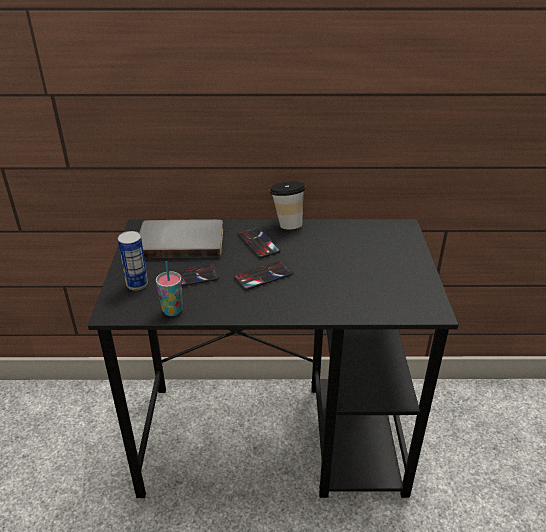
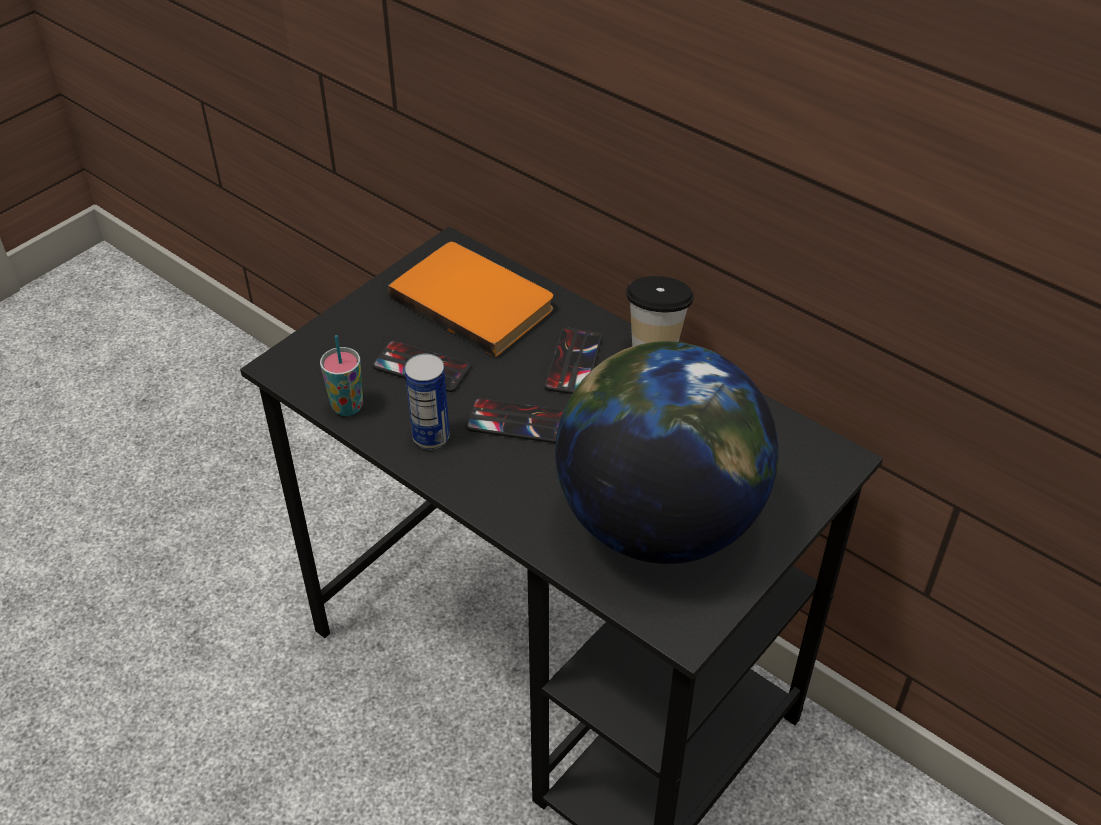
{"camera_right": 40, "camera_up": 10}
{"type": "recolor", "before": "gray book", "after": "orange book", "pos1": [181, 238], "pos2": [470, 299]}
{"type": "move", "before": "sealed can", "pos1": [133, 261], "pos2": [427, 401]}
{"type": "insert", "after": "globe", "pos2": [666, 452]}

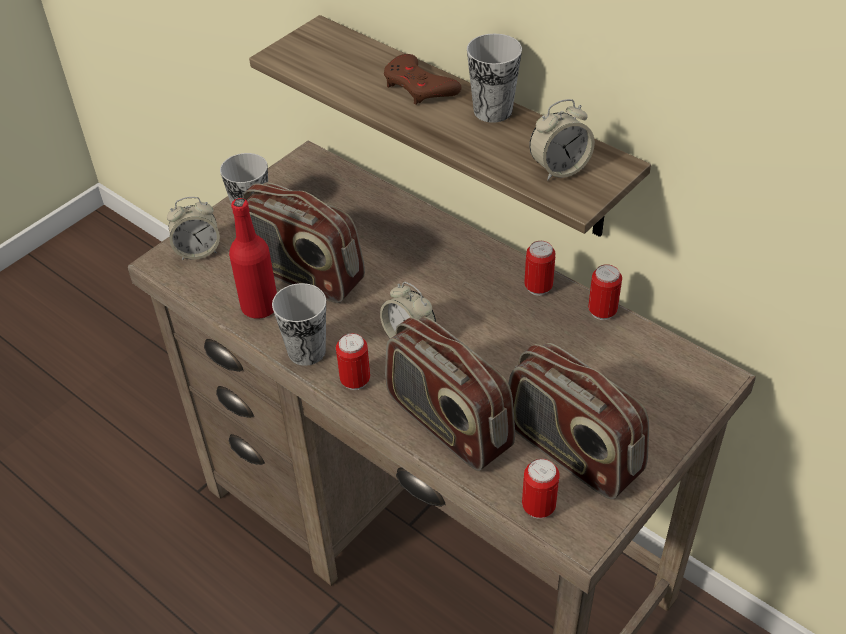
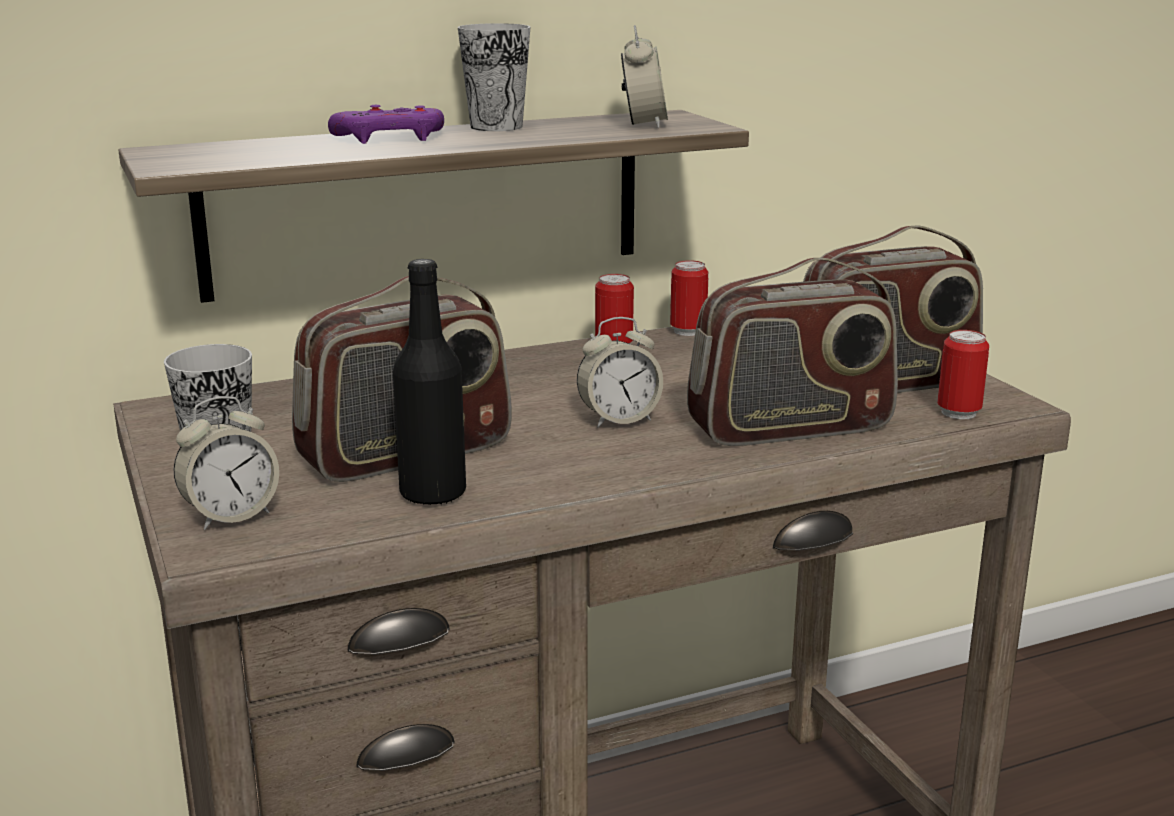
{"camera_right": -65, "camera_up": -25}
{"type": "recolor", "before": "brown-coloured game controller", "after": "purplish game controller", "pos1": [422, 79], "pos2": [386, 124]}
{"type": "rotate", "before": "table clock", "pos1": [193, 228], "pos2": [226, 463], "turn": 45}
{"type": "recolor", "before": "red-coloured beverage bottle", "after": "black-coloured beverage bottle", "pos1": [253, 258], "pos2": [429, 382]}
{"type": "delete", "before": "cup", "pos1": [299, 324]}
{"type": "delete", "before": "sealed can", "pos1": [353, 361]}

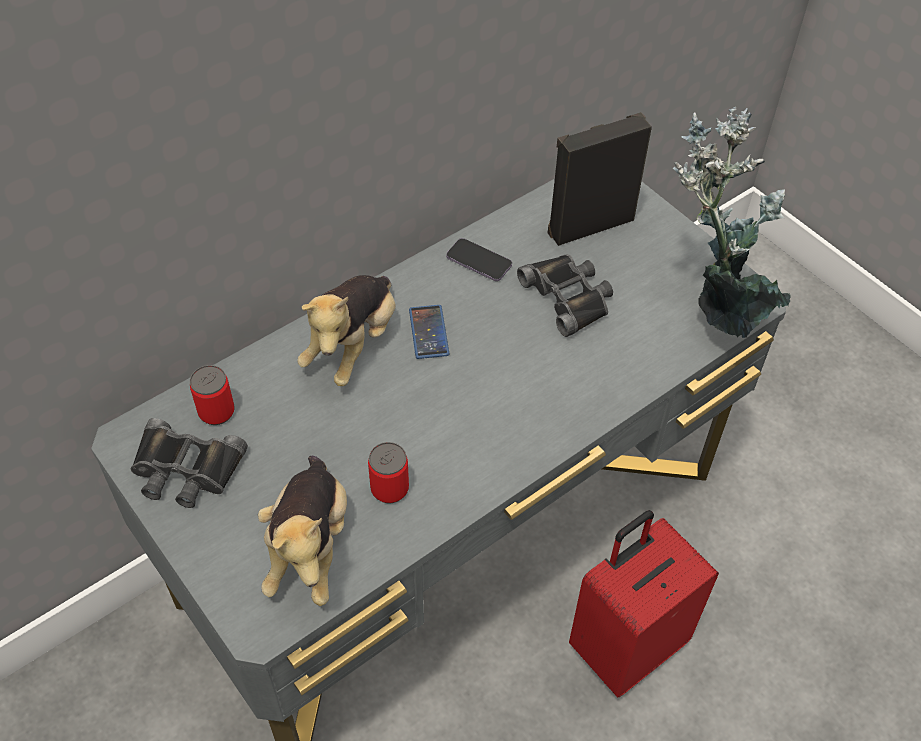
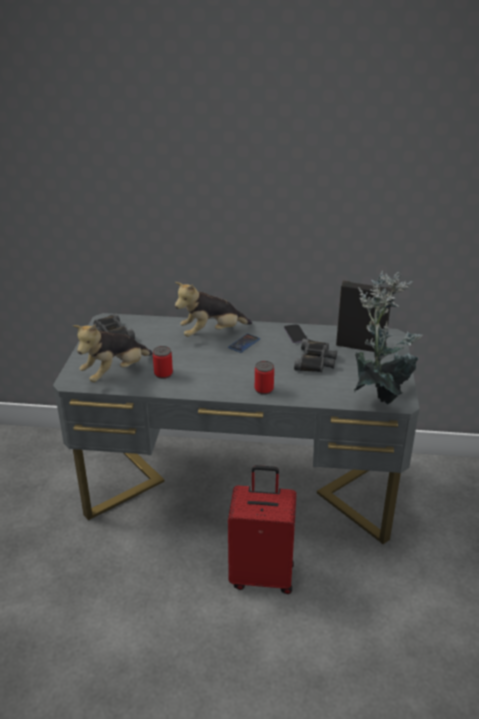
{"camera_right": 45, "camera_up": -20}
{"type": "move", "before": "sealed can", "pos1": [212, 395], "pos2": [264, 378]}

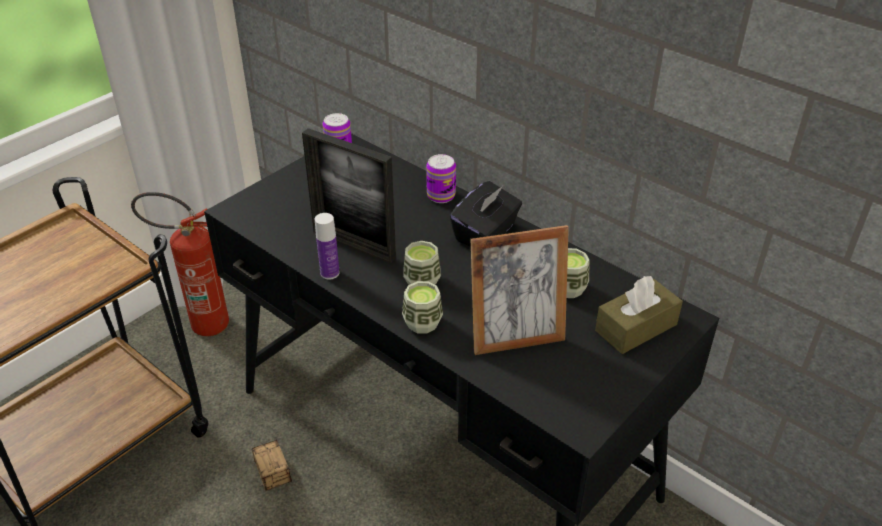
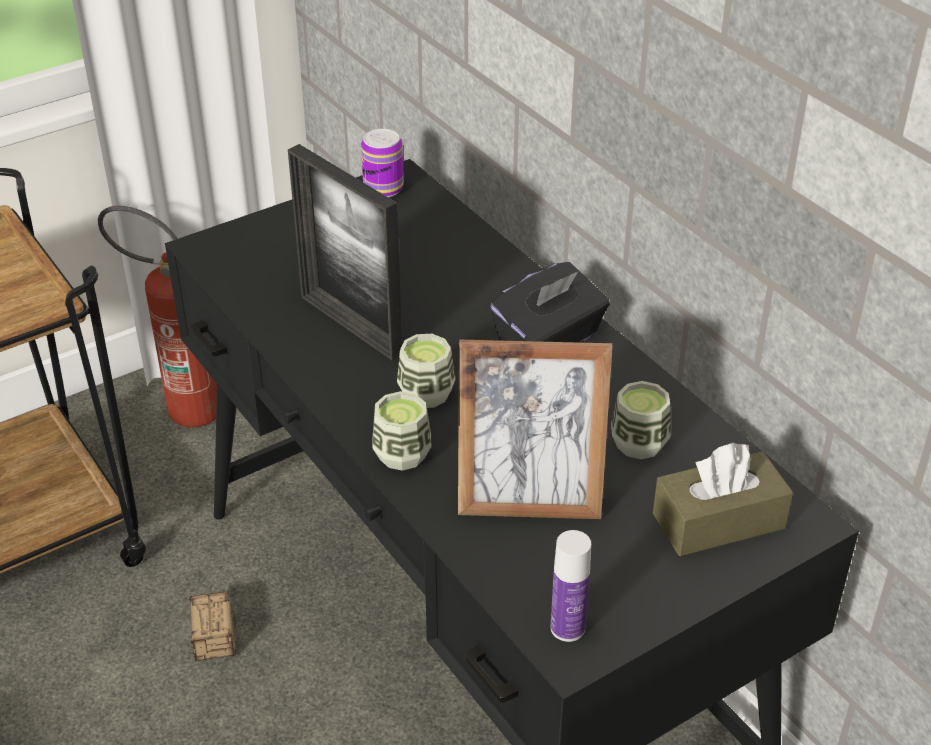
{"camera_right": 15, "camera_up": 0}
{"type": "delete", "before": "sealed can", "pos1": [441, 178]}
{"type": "move", "before": "beverage bottle", "pos1": [327, 246], "pos2": [570, 586]}

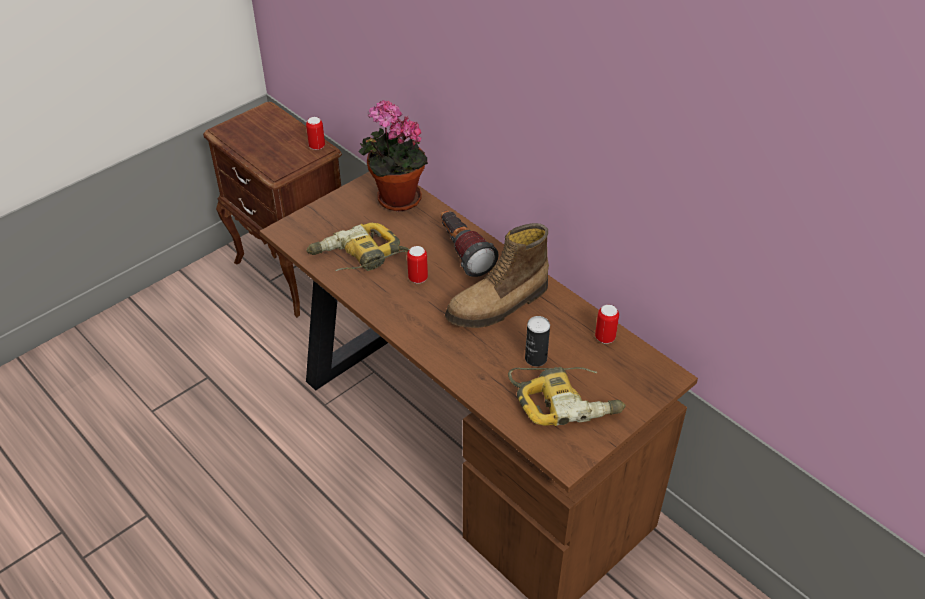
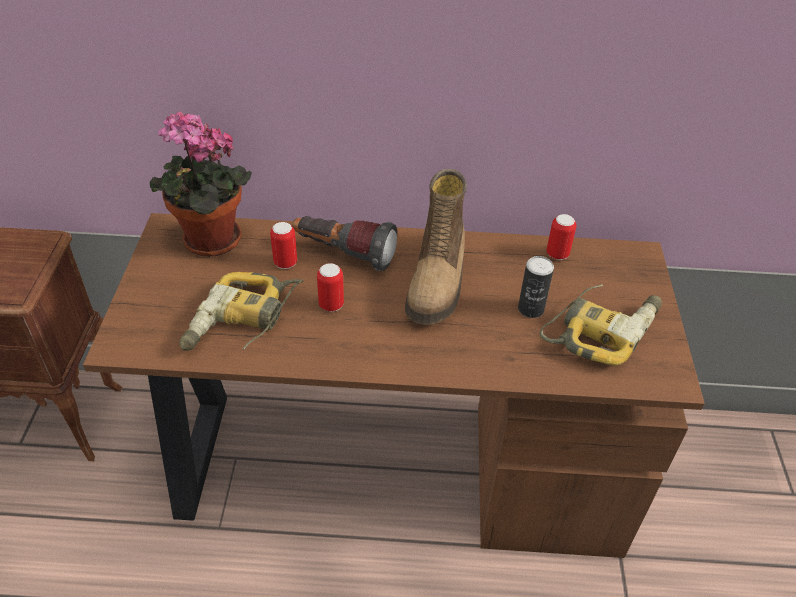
{"camera_right": -45, "camera_up": 0}
{"type": "move", "before": "sealed can", "pos1": [315, 133], "pos2": [283, 245]}

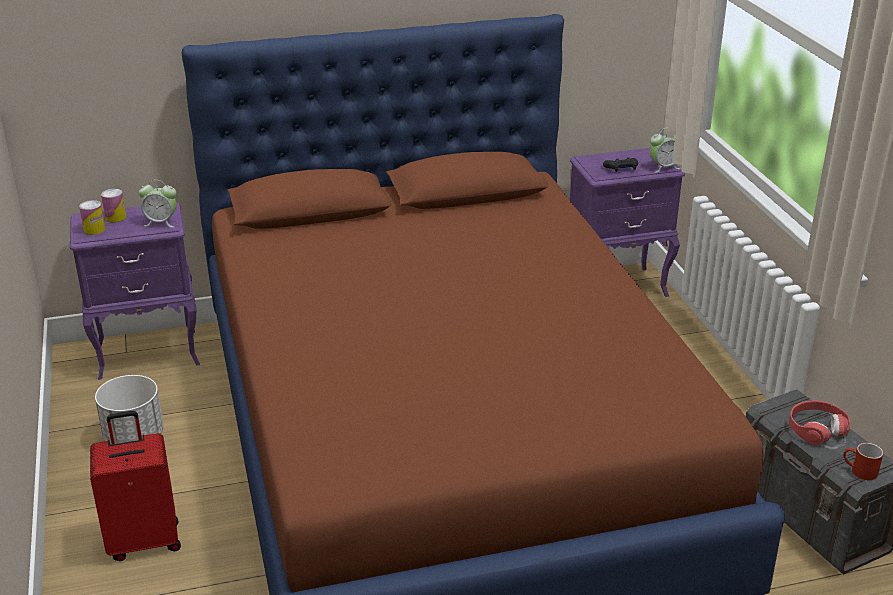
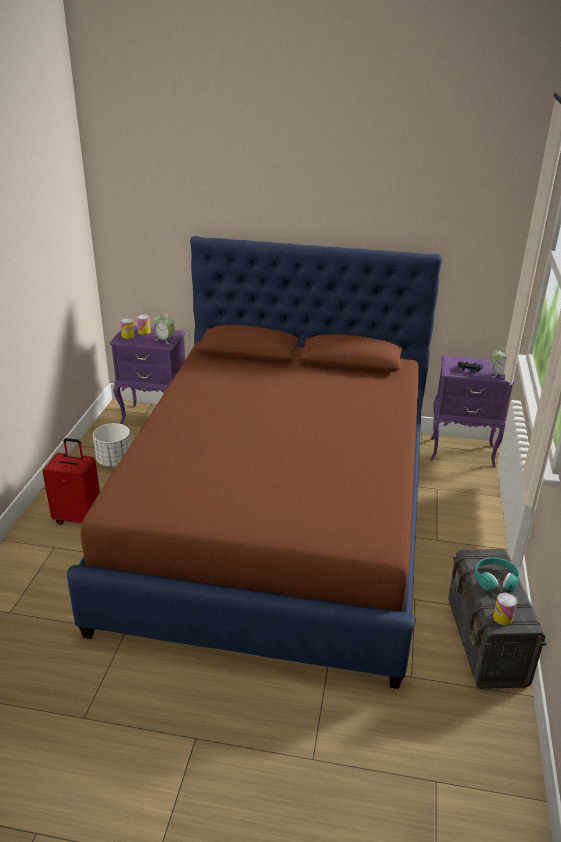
{"camera_right": 25, "camera_up": 0}
{"type": "recolor", "before": "red-coloured headphones", "after": "turquoise-coloured headphones", "pos1": [819, 423], "pos2": [497, 574]}
{"type": "replace", "before": "red-coloured coffee mug", "after": "sealed can", "pos1": [863, 461], "pos2": [505, 609]}

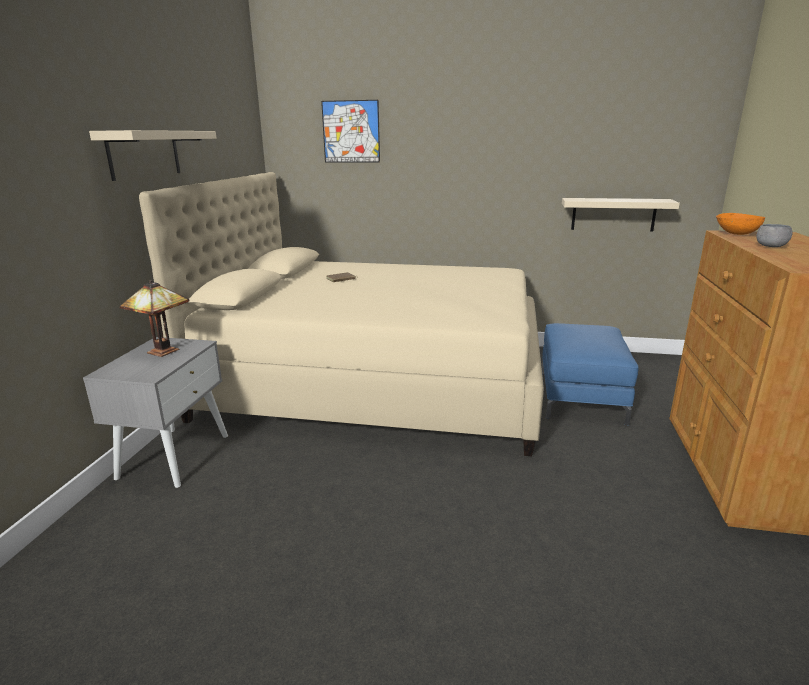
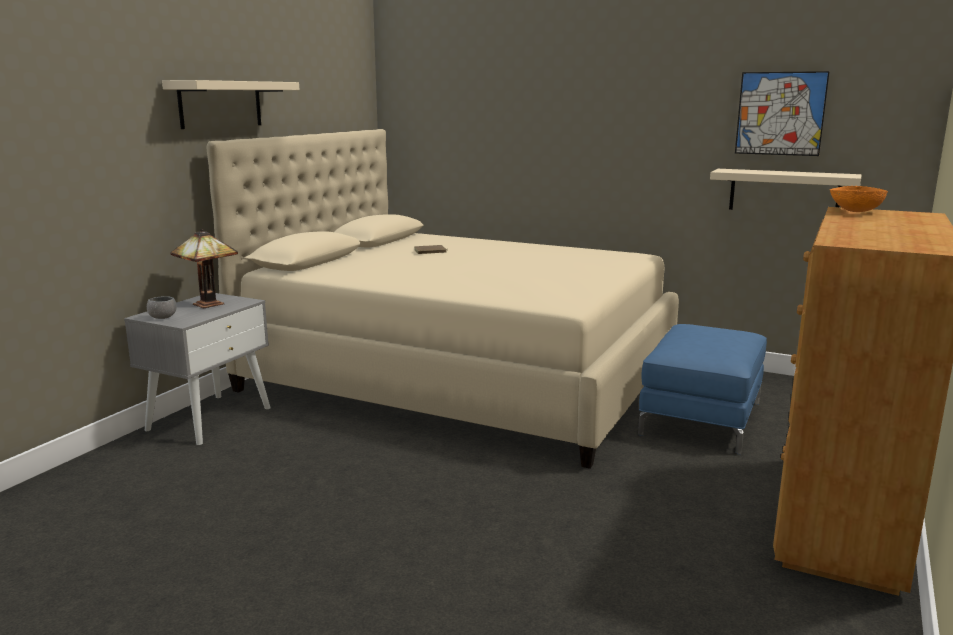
{"camera_right": 15, "camera_up": -5}
{"type": "move", "before": "wall picture", "pos1": [350, 131], "pos2": [782, 113]}
{"type": "move", "before": "gray bowl", "pos1": [774, 235], "pos2": [162, 307]}

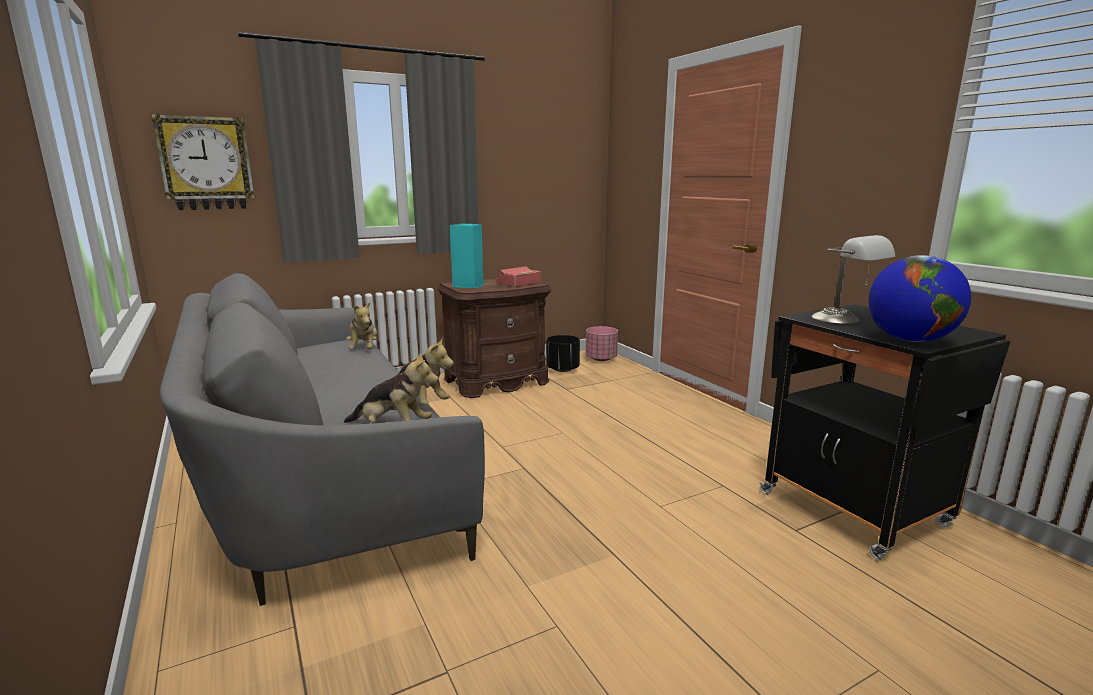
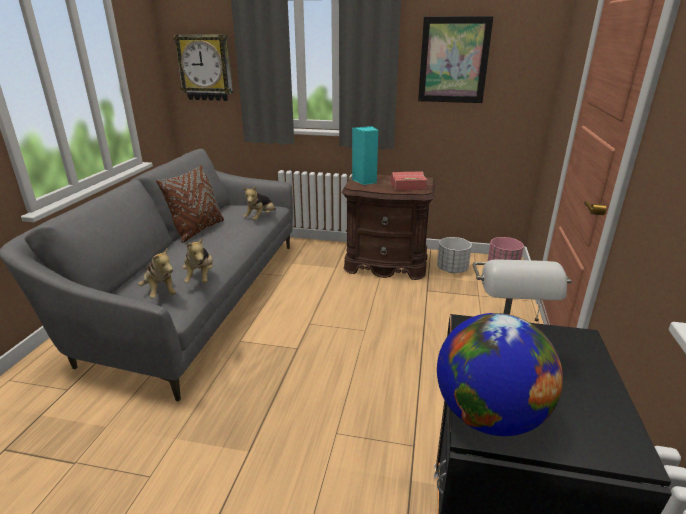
{"camera_right": 40, "camera_up": 10}
{"type": "recolor", "before": "black-coloured planter", "after": "white planter", "pos1": [563, 353], "pos2": [454, 255]}
{"type": "insert", "after": "wall picture", "pos2": [456, 59]}
{"type": "insert", "after": "brown-coloured cushion", "pos2": [190, 204]}

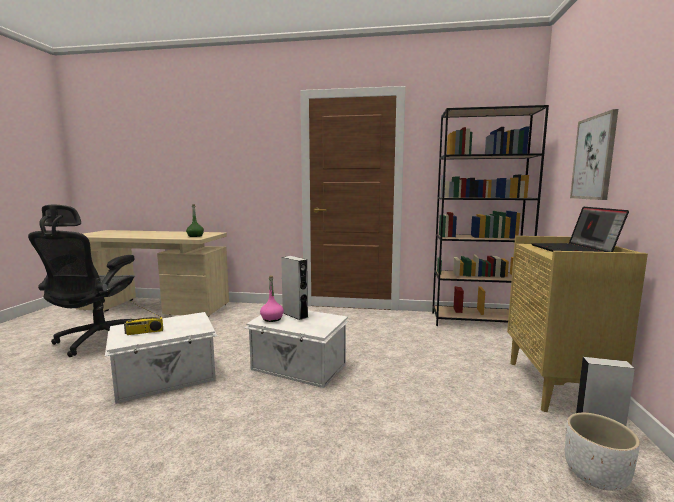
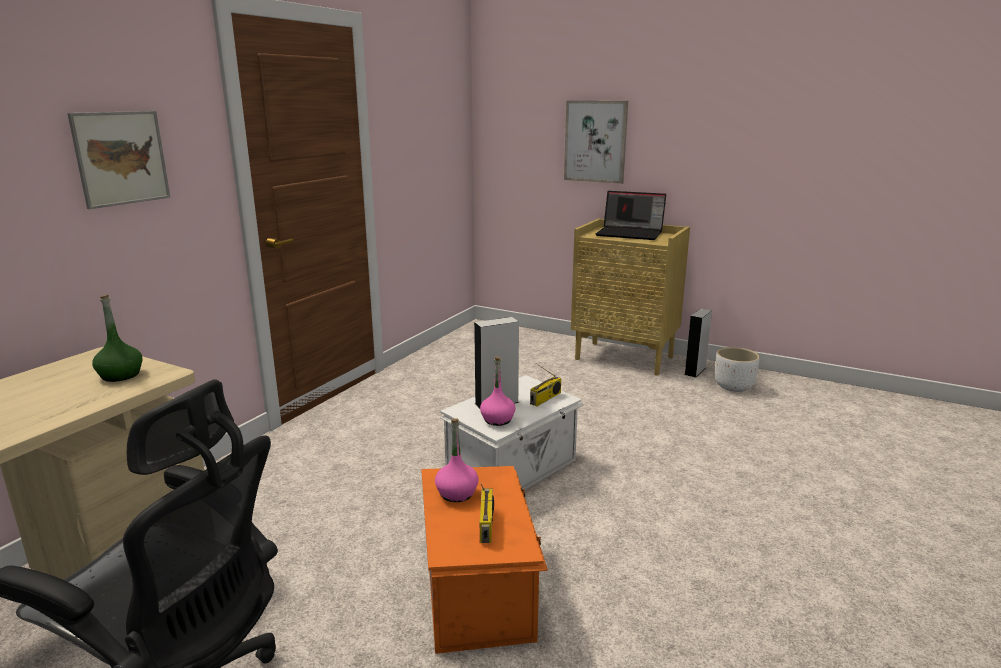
{"camera_right": -70, "camera_up": 10}
{"type": "delete", "before": "sand-coloured shelving unit", "pos1": [490, 215]}
{"type": "recolor", "before": "white storage container", "after": "orange storage container", "pos1": [161, 358], "pos2": [485, 560]}
{"type": "insert", "after": "wall picture", "pos2": [118, 160]}
{"type": "insert", "after": "radio", "pos2": [545, 384]}
{"type": "insert", "after": "pinkish beverage bottle", "pos2": [456, 460]}

